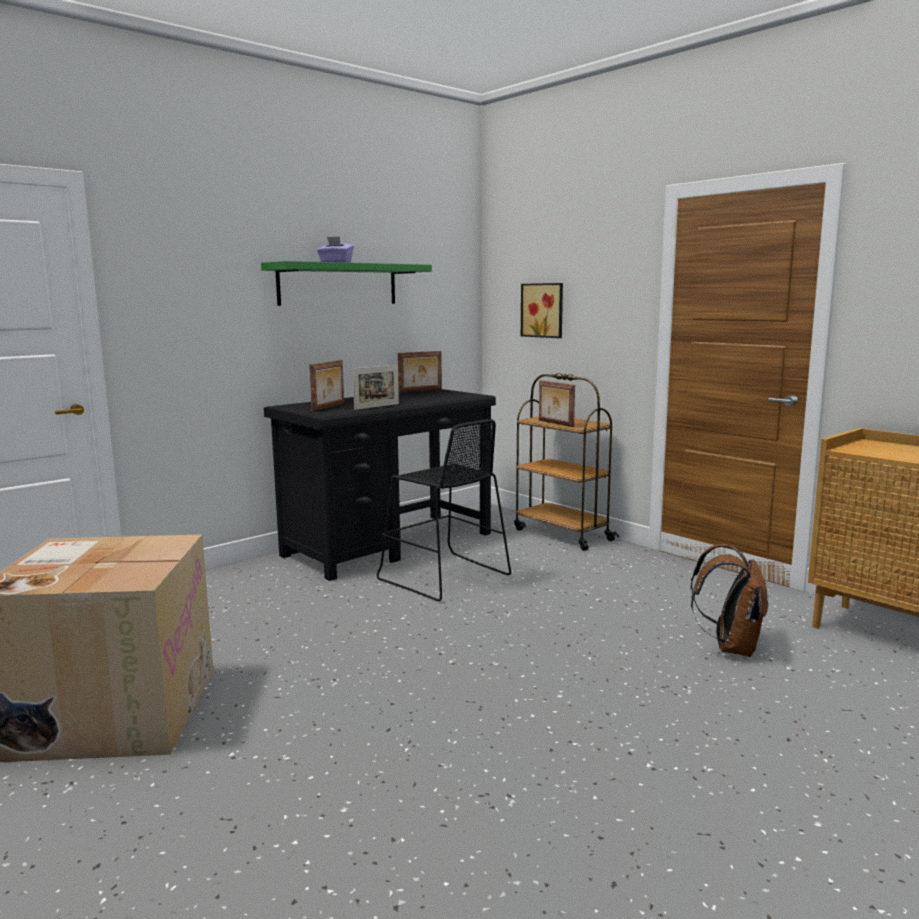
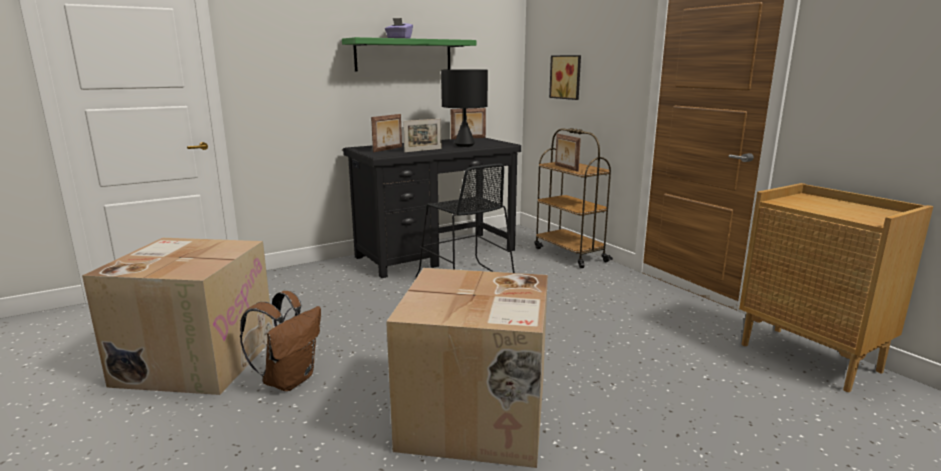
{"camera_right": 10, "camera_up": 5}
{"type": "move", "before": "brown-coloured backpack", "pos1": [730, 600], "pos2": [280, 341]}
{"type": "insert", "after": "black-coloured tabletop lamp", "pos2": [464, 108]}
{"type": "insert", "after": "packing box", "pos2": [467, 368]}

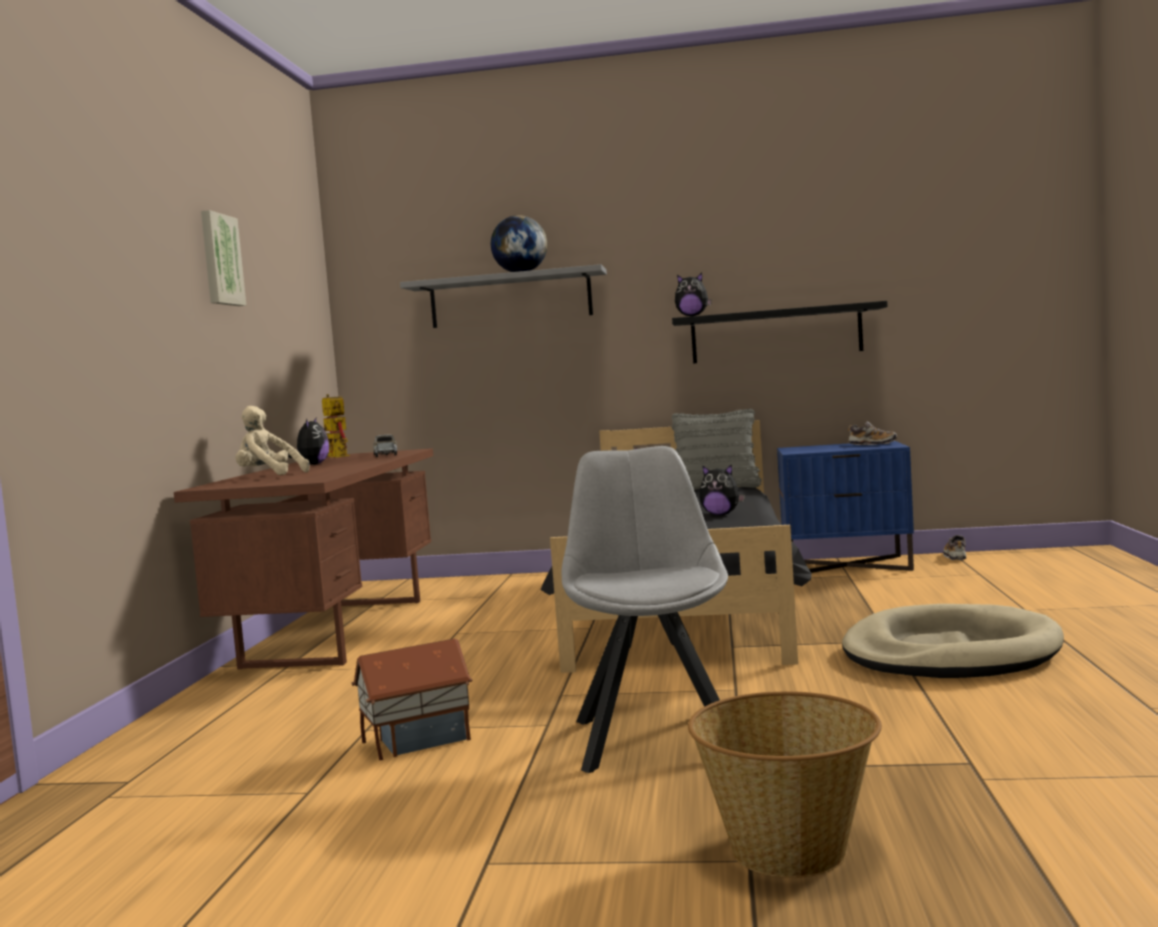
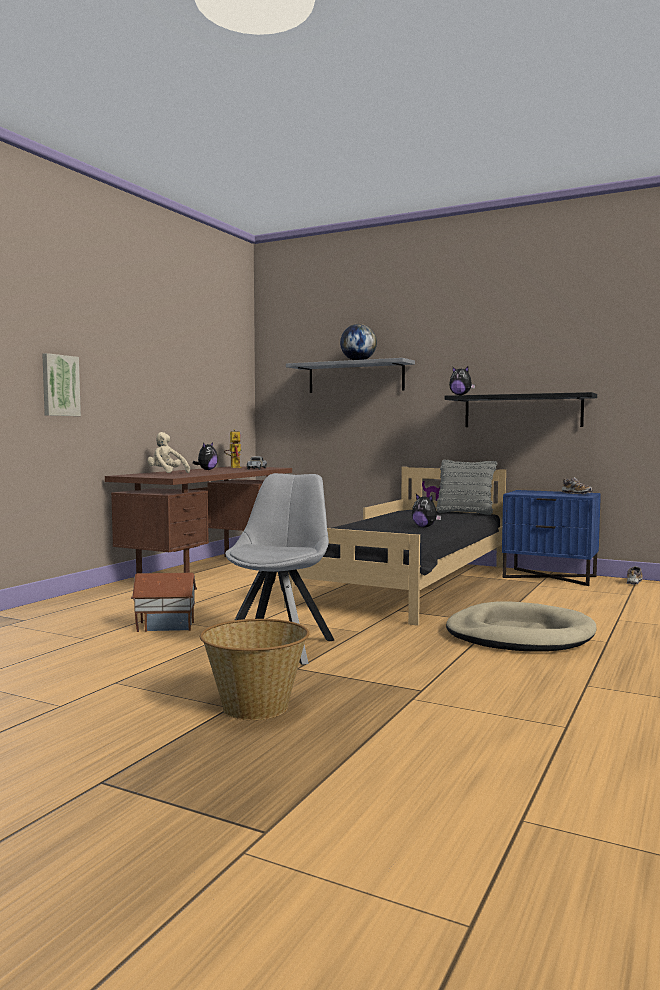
{"camera_right": 20, "camera_up": 0}
{"type": "move", "before": "wall picture", "pos1": [223, 258], "pos2": [61, 384]}

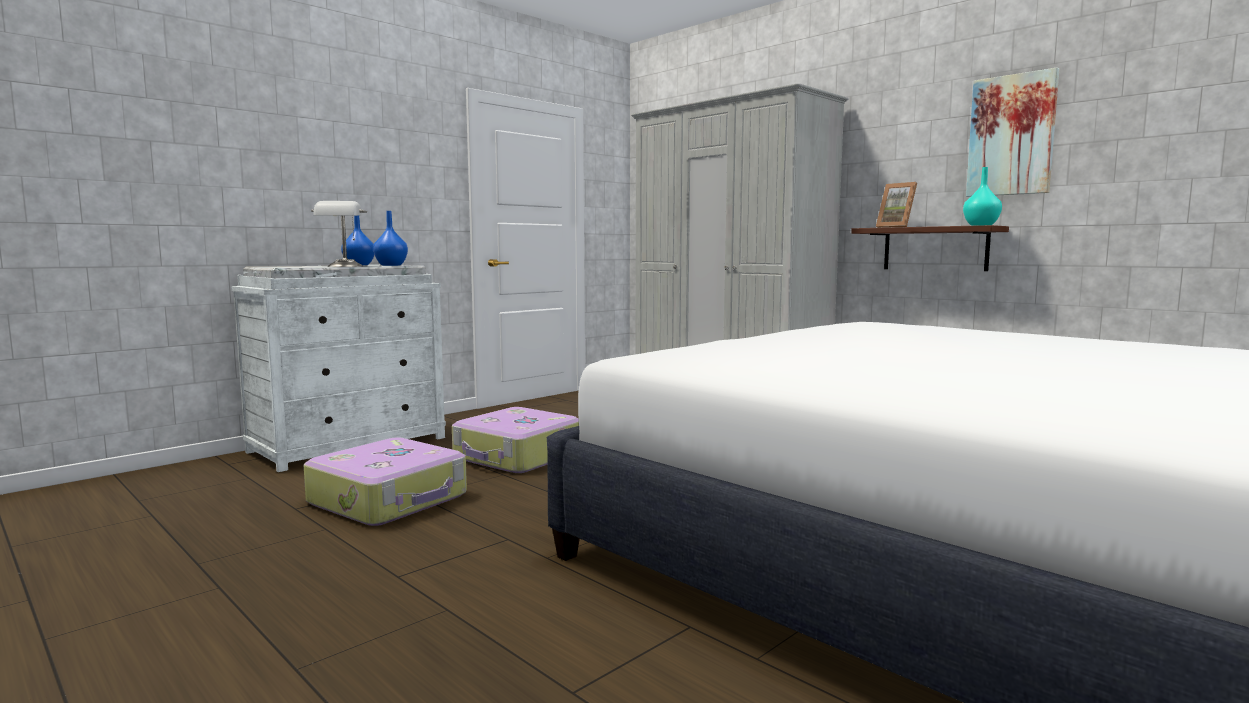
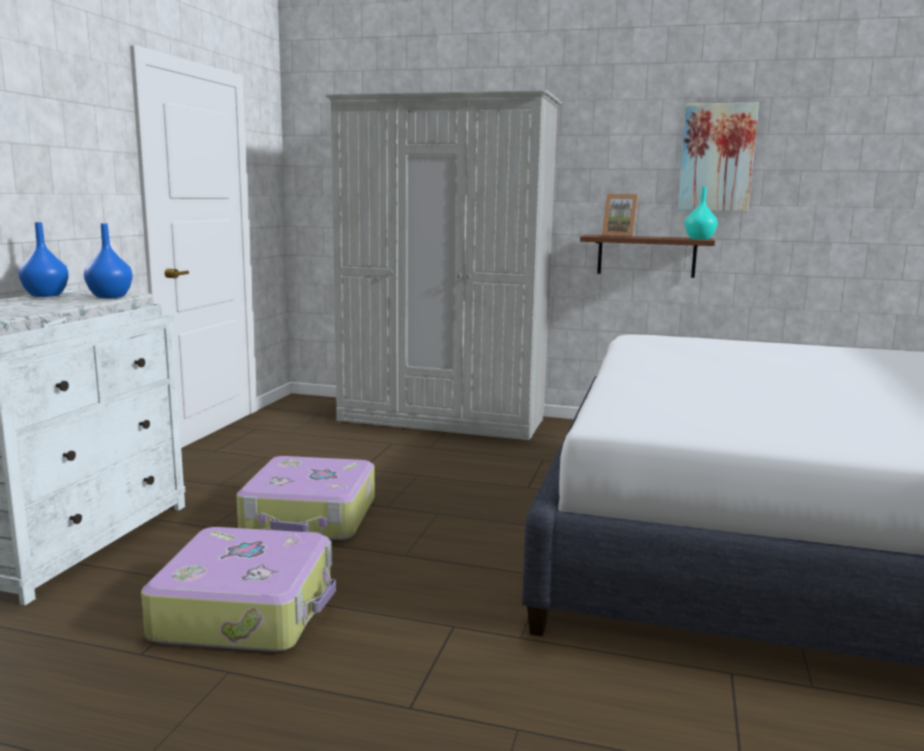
{"camera_right": -30, "camera_up": 5}
{"type": "delete", "before": "white tabletop lamp", "pos1": [339, 234]}

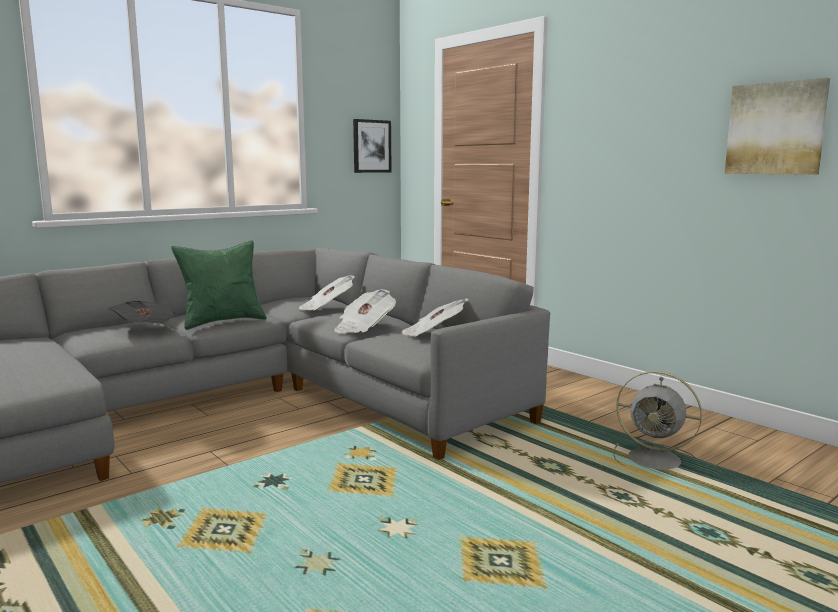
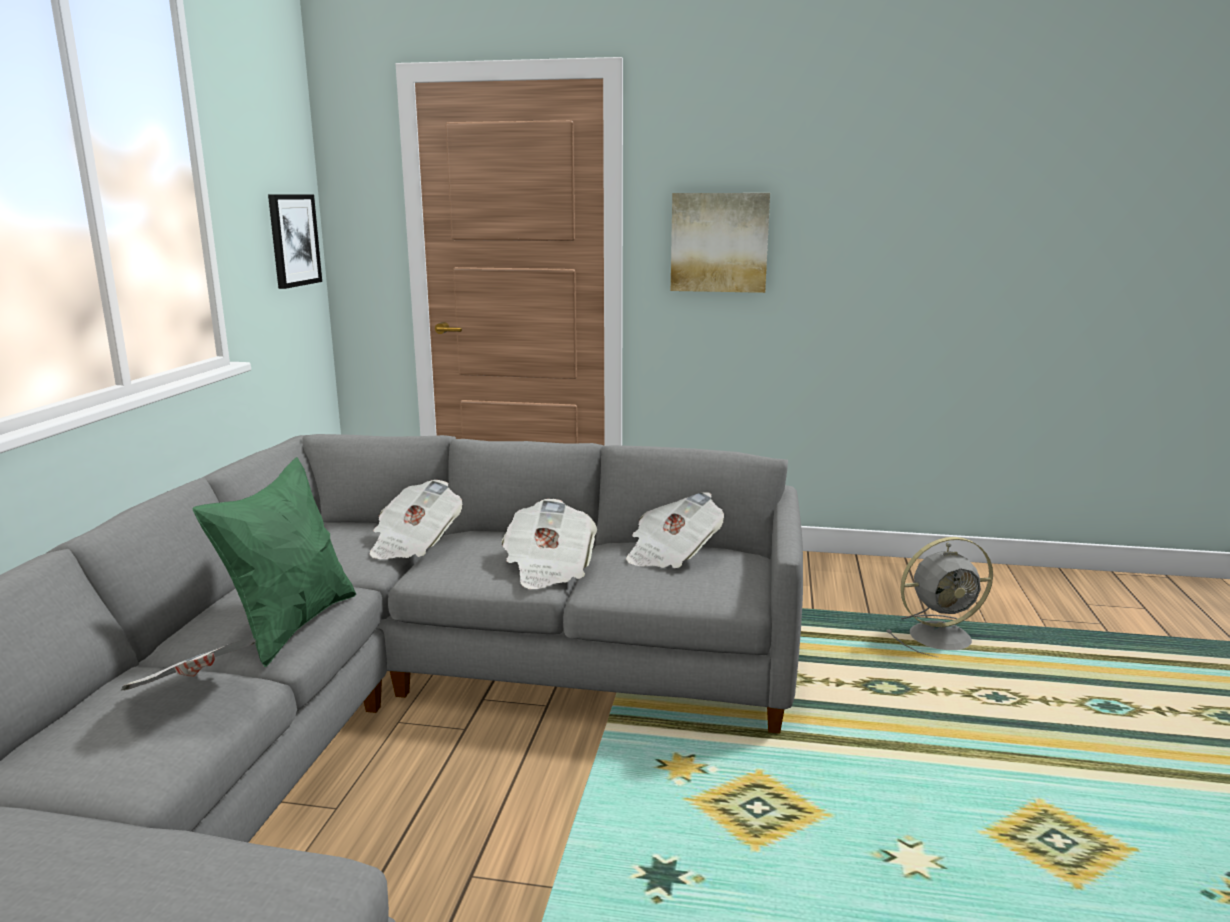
{"camera_right": -40, "camera_up": 5}
{"type": "move", "before": "wall picture", "pos1": [777, 126], "pos2": [720, 243]}

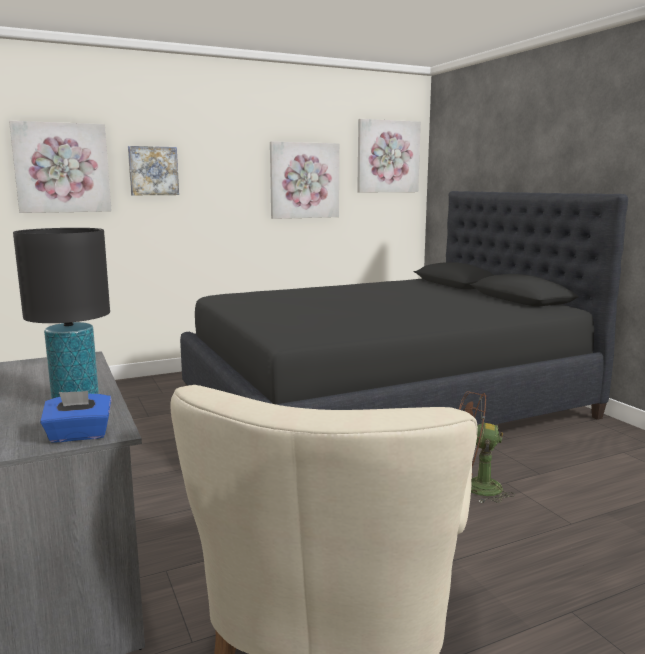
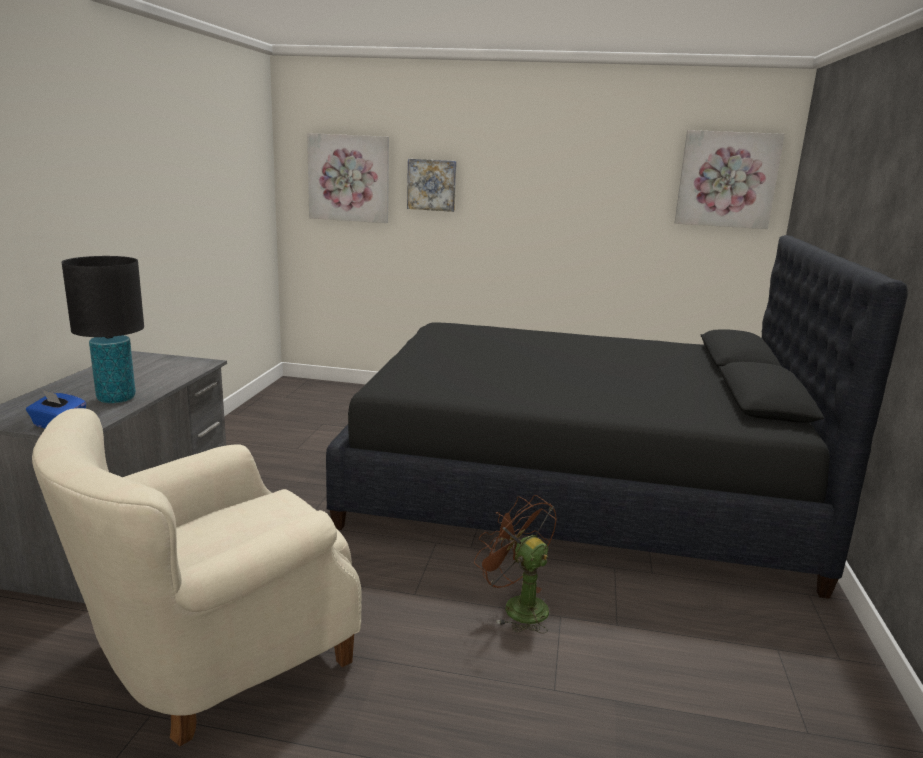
{"camera_right": 35, "camera_up": 5}
{"type": "delete", "before": "wall picture", "pos1": [304, 180]}

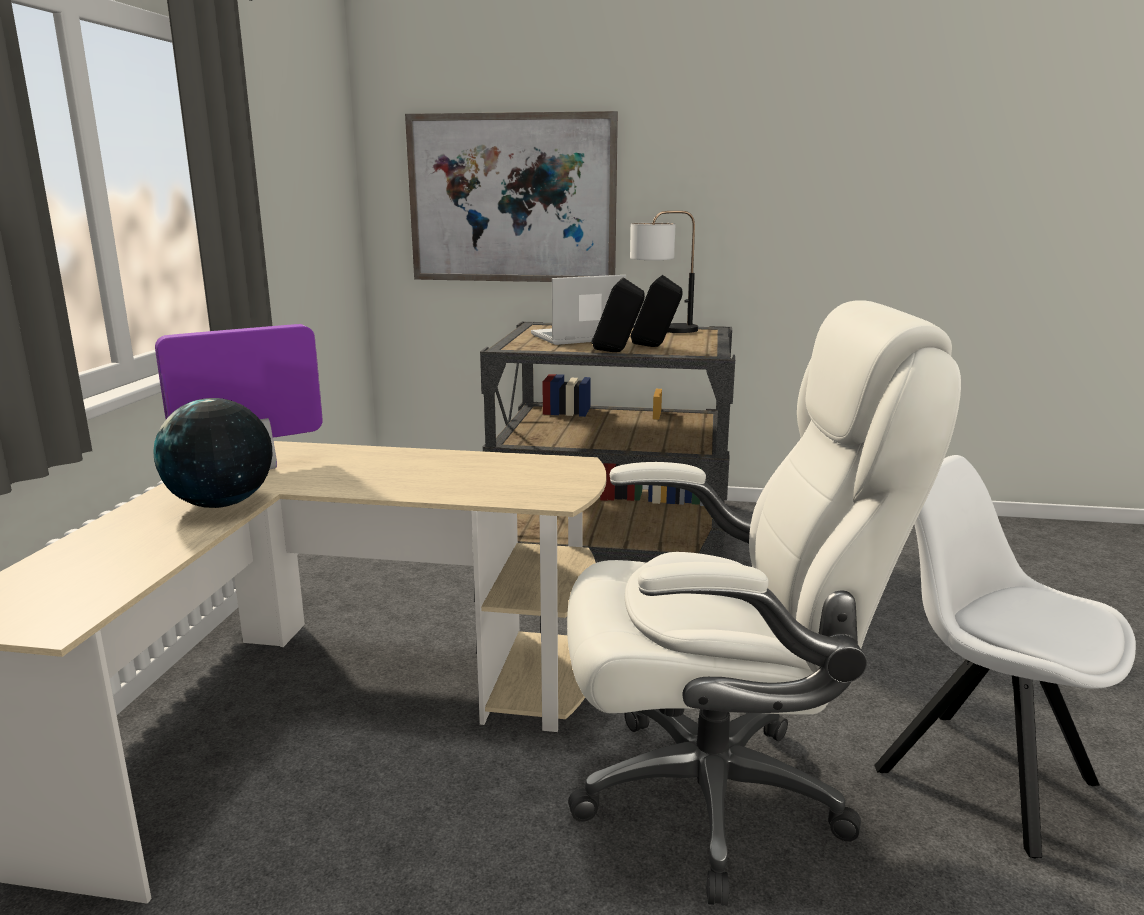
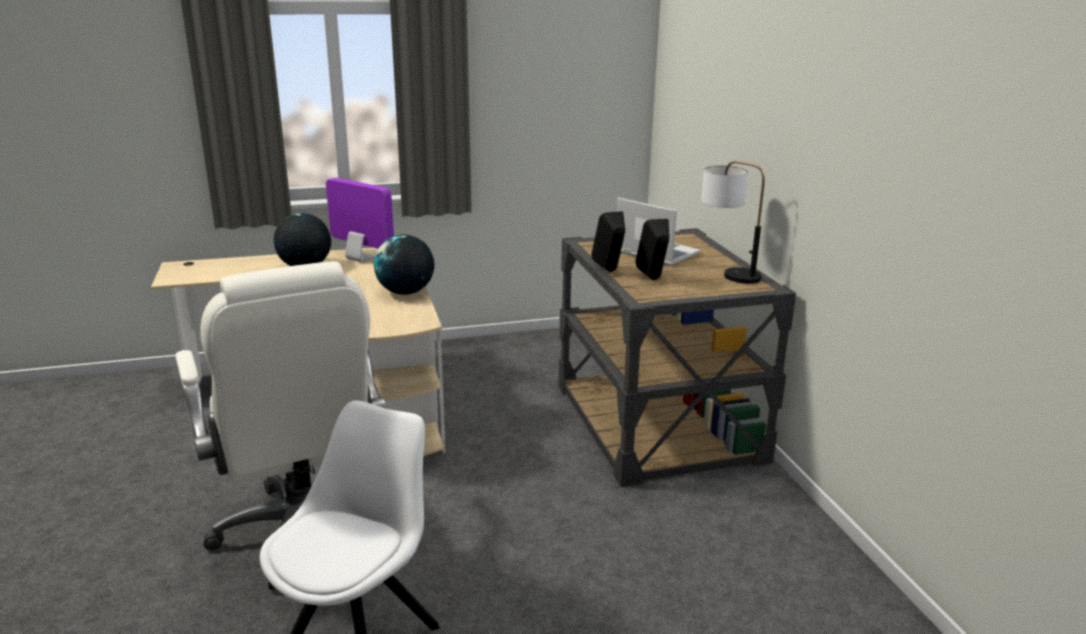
{"camera_right": 65, "camera_up": 5}
{"type": "delete", "before": "wall picture", "pos1": [511, 196]}
{"type": "insert", "after": "globe", "pos2": [404, 264]}

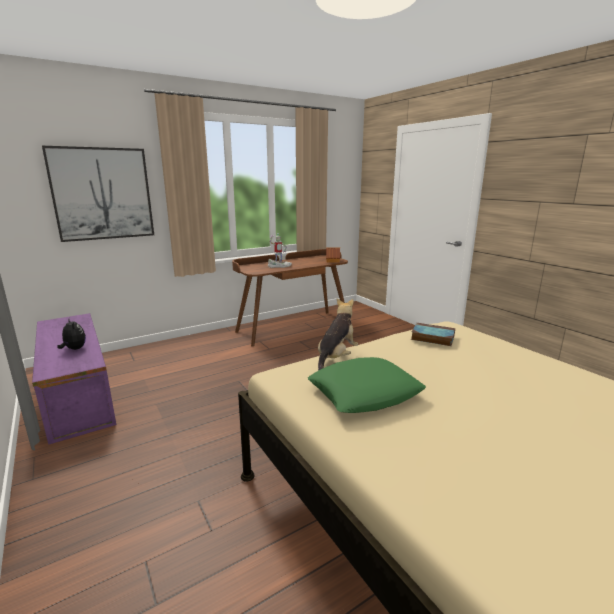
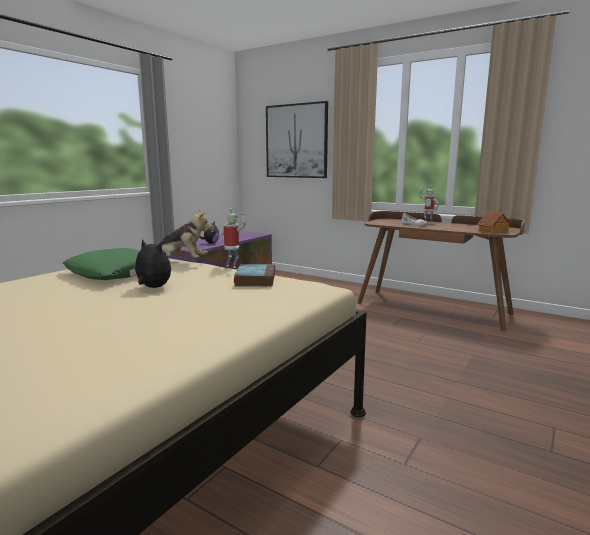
{"camera_right": 65, "camera_up": -5}
{"type": "insert", "after": "robot figure", "pos2": [233, 238]}
{"type": "insert", "after": "plush toy", "pos2": [150, 263]}

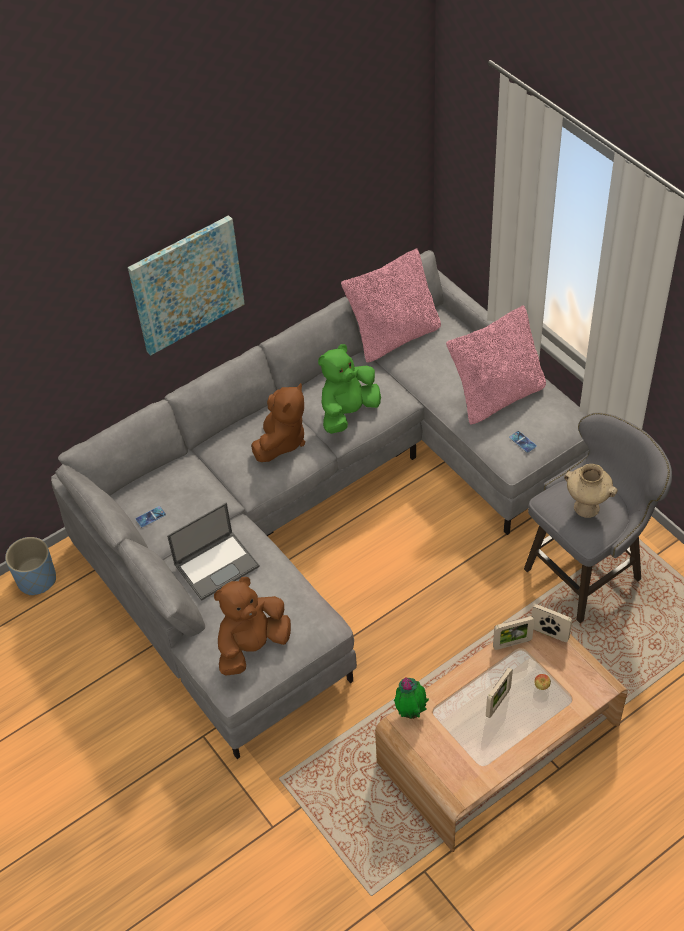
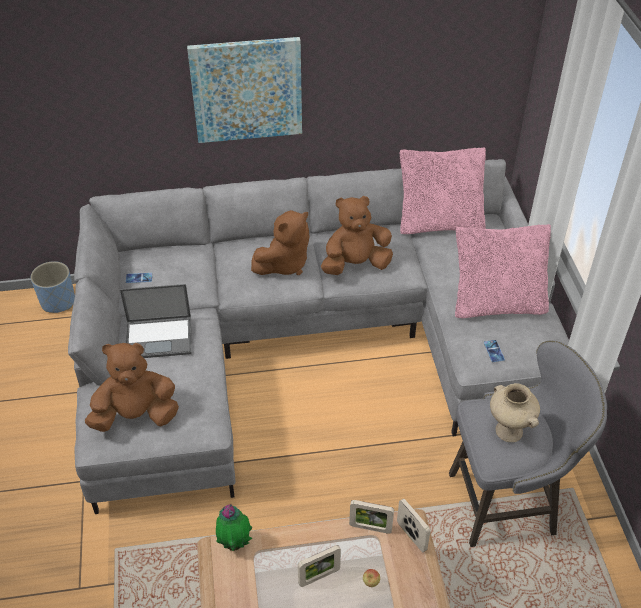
{"camera_right": 25, "camera_up": -5}
{"type": "recolor", "before": "green-coloured plush toy", "after": "brown-coloured plush toy", "pos1": [349, 389], "pos2": [357, 235]}

